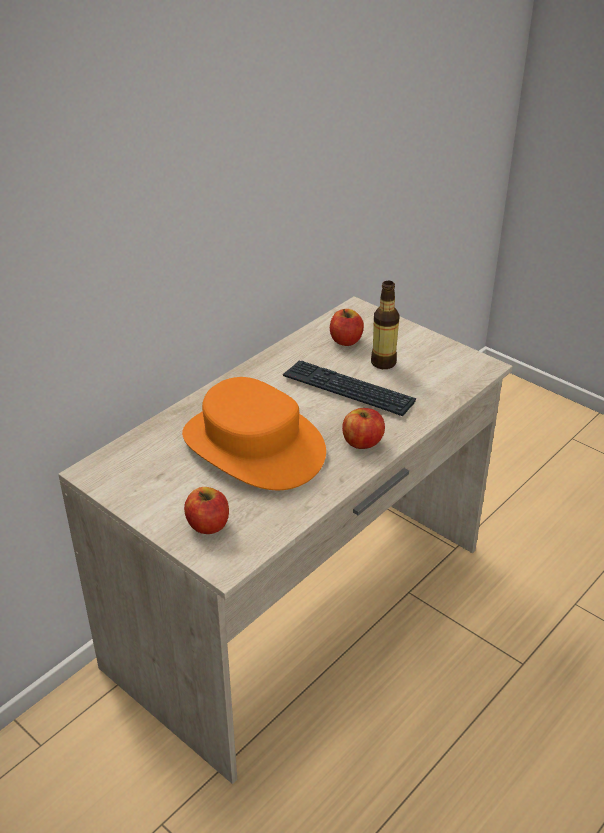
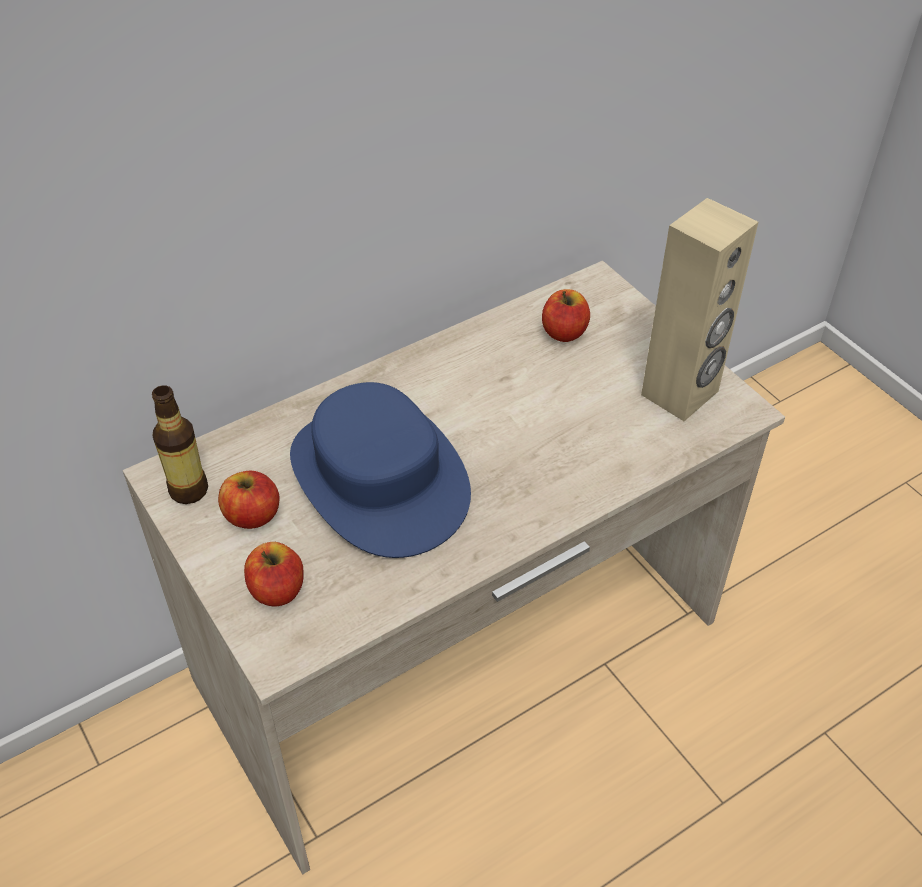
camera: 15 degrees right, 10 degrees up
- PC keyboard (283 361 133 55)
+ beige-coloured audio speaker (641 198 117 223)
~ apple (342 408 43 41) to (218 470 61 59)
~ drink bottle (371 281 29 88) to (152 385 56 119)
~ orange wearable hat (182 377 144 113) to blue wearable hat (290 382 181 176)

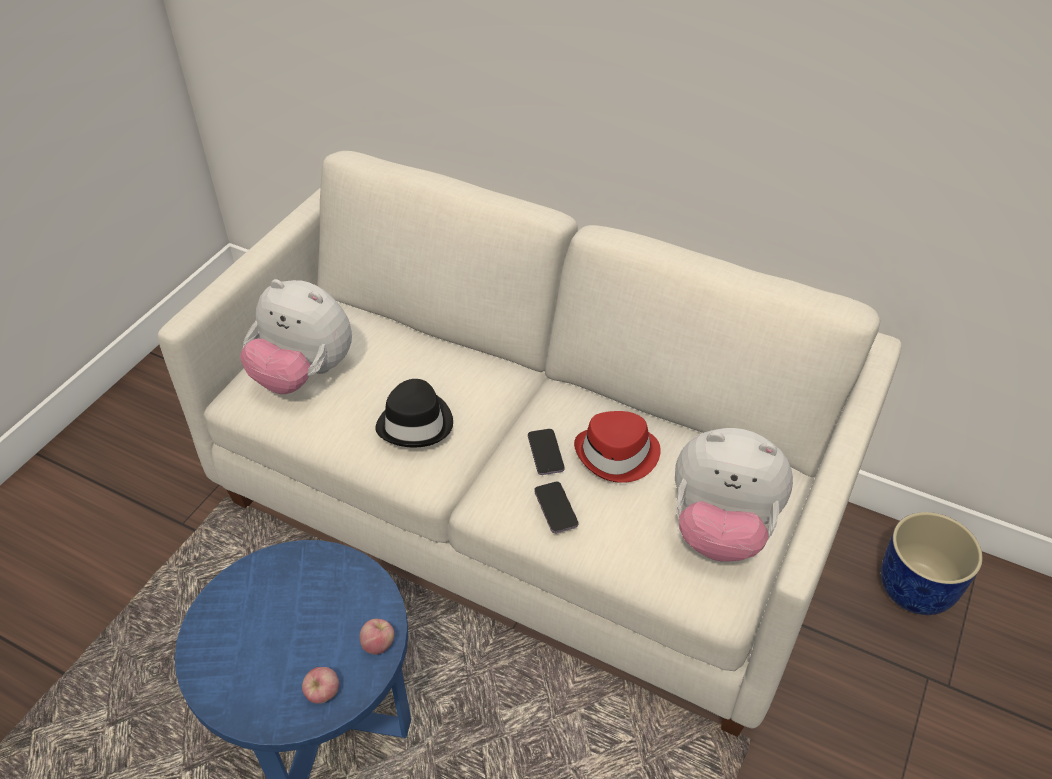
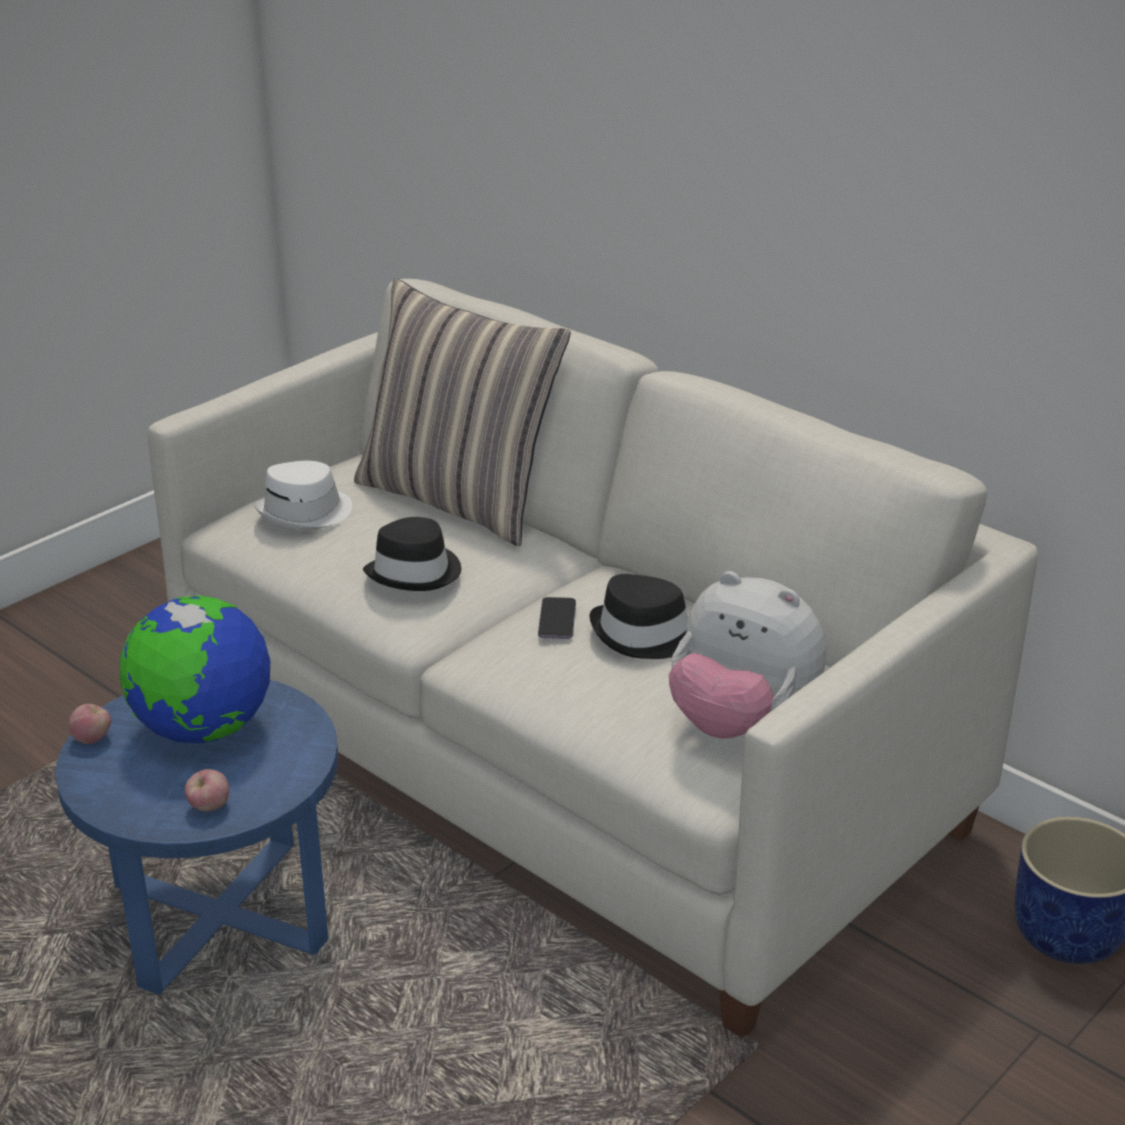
camera: 15 degrees right, 15 degrees down
- handset (534 482 44 51)
+ globe (119 595 151 148)
+ pillow (354 278 217 268)
~ apple (359 619 36 35) to (68 704 43 40)
~ plush toy (240 279 112 115) to white wearable hat (254 461 98 69)
~ reddish wearable hat (574 411 87 72) to blackish wearable hat (589 574 99 85)

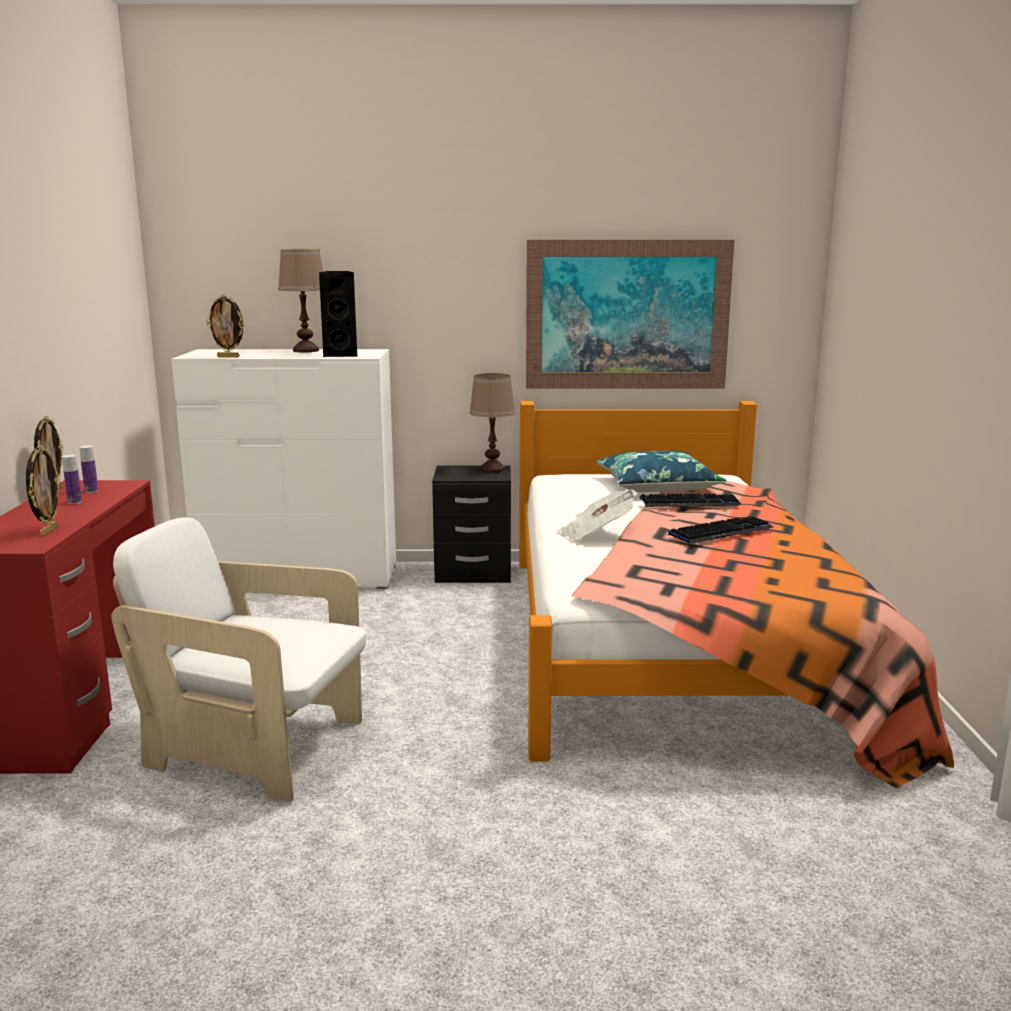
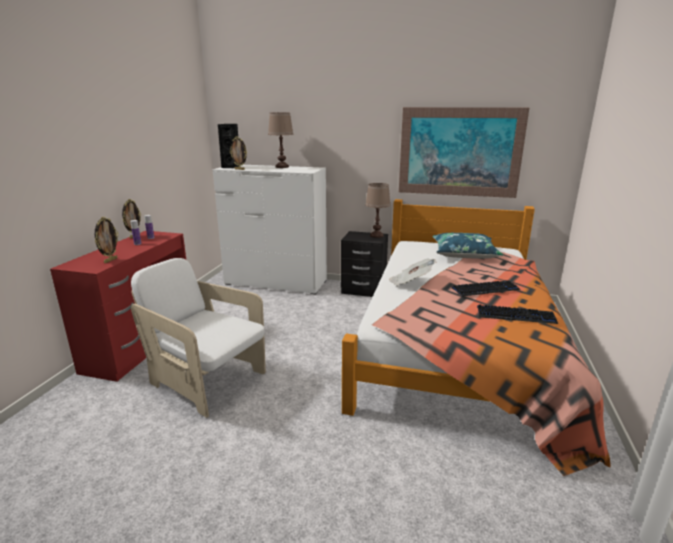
camera: 15 degrees right, 5 degrees up
~ blackish audio speaker (319 271 38 86) to (218 124 21 44)
~ PC keyboard (640 493 101 14) to (477 304 81 20)

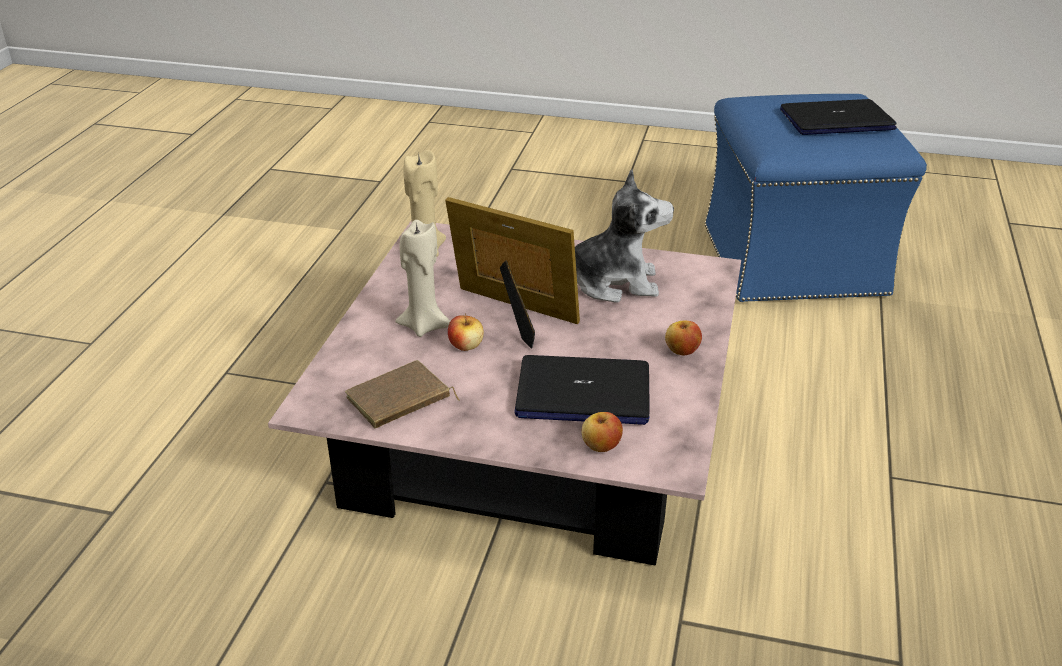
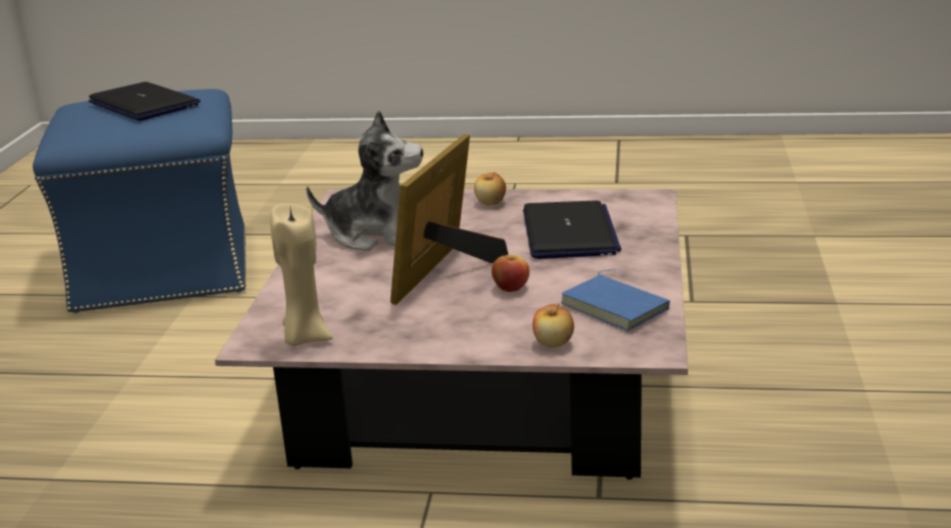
camera: 95 degrees left, 10 degrees down
- beige-coloured wax candle (395 220 55 117)
~ apple (582 412 41 40) to (533 304 41 44)
~ brownish book (345 360 115 68) to blue book (561 269 109 62)
~ plush toy (575 169 99 134) = (306 110 117 141) 105 degrees clockwise
~ portable computer (780 99 117 36) = (88 82 112 39) 150 degrees clockwise

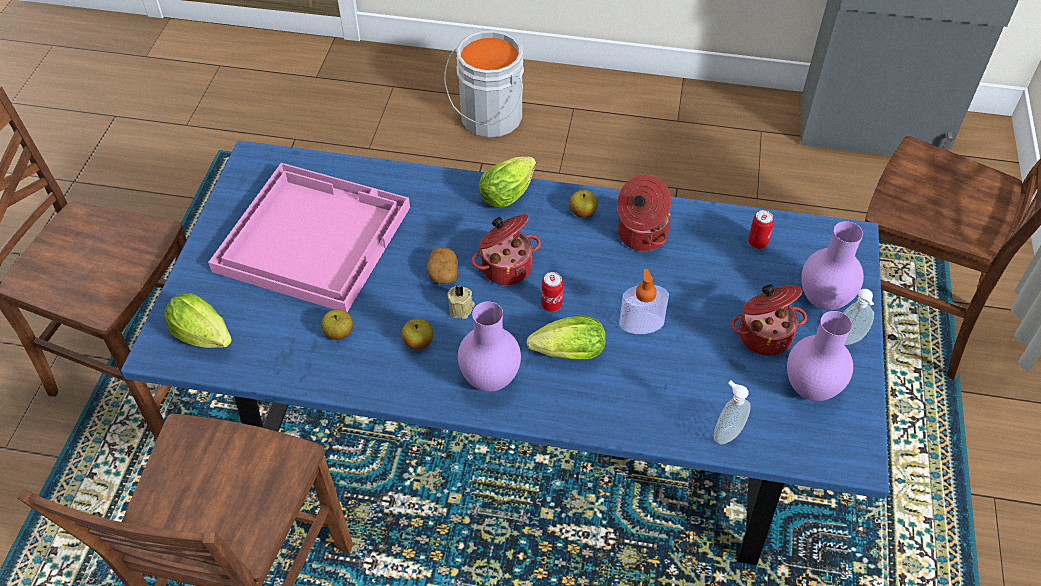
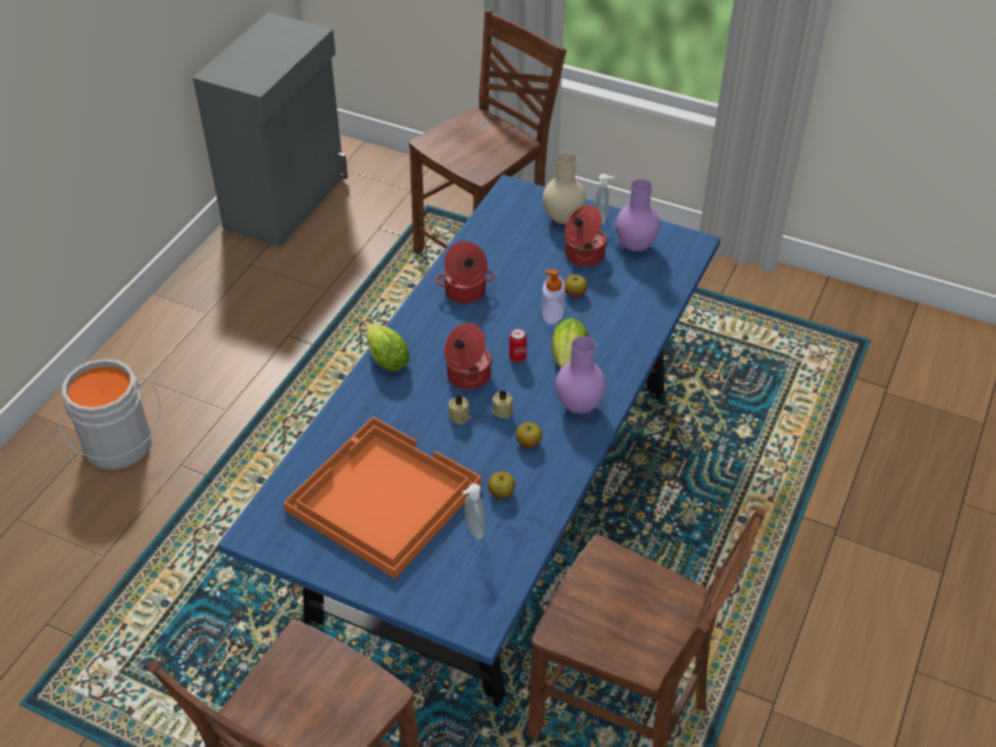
camera: 75 degrees left, 5 degrees down
- lettuce head (164 293 68 55)
- can (748 210 26 39)
~ apple (569 190 29 28) to (564 275 23 22)
~ liquid soap bottle (714 381 37 63) to (462 484 24 55)
~ spud (427 247 31 37) to beige-coloured wax candle (448 396 23 29)
~ pink-coloured tray (208 163 202 149) to orange tray (283 417 198 162)
~ purple decorative vase (801 221 63 89) to beige-coloured decorative vase (543 152 43 72)

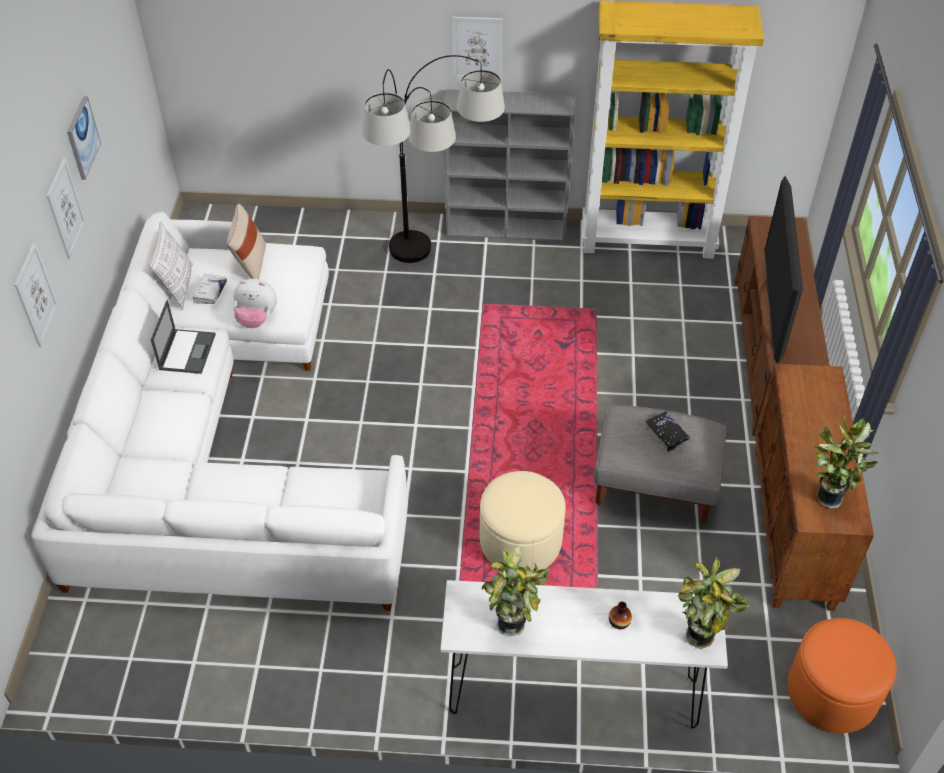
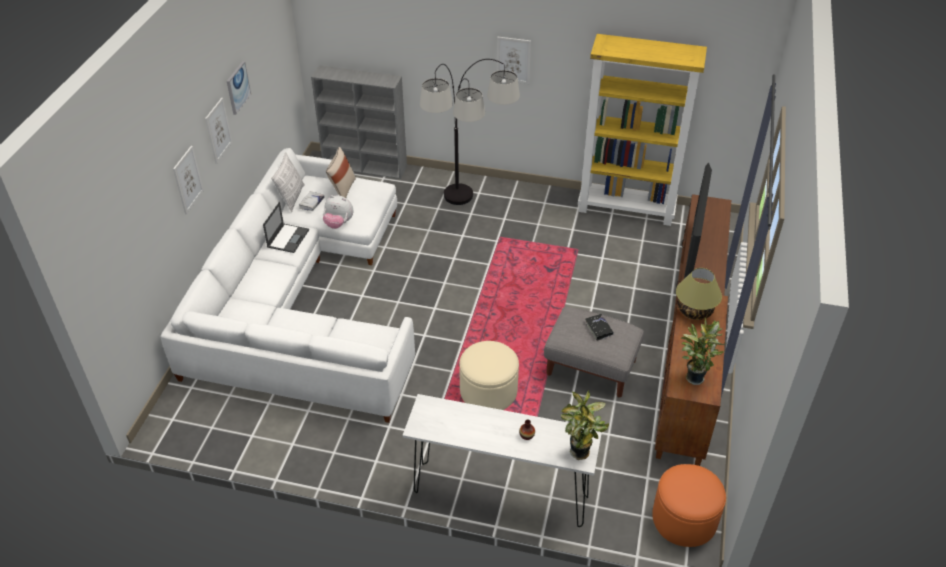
camera: 10 degrees right, 5 degrees down
- plant in a pot (481 545 68 91)
+ table lamp (676 268 46 52)
~ greyish shelving unit (444 89 131 152) to (311 65 96 114)

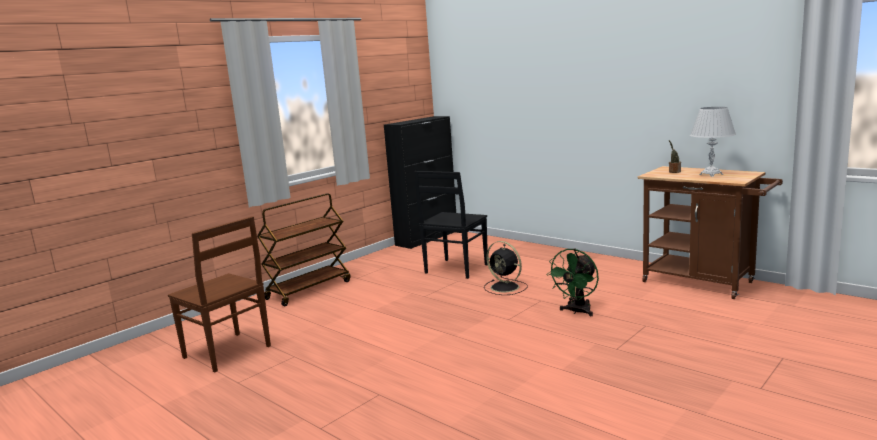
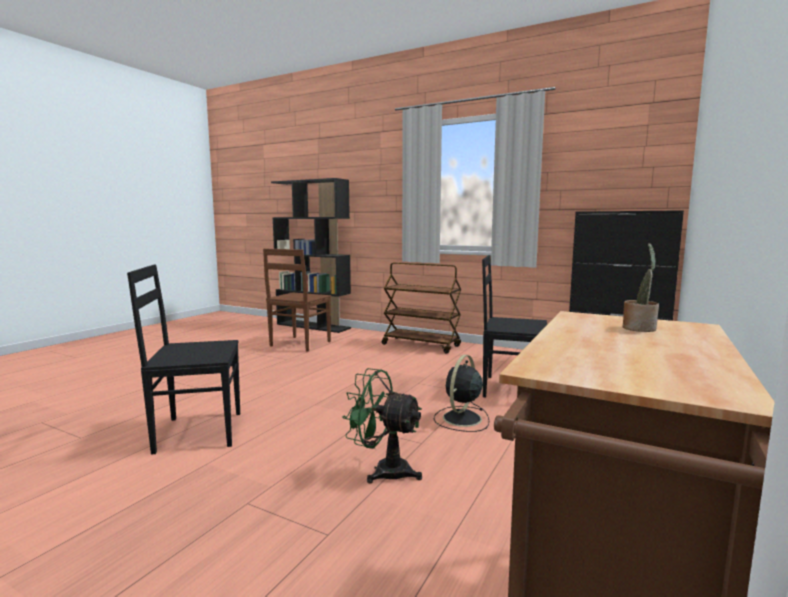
camera: 75 degrees right, 5 degrees down
- white table lamp (690 107 46 70)
+ blackish upright chair (127 264 113 191)
+ blackish shelving unit (271 178 80 155)

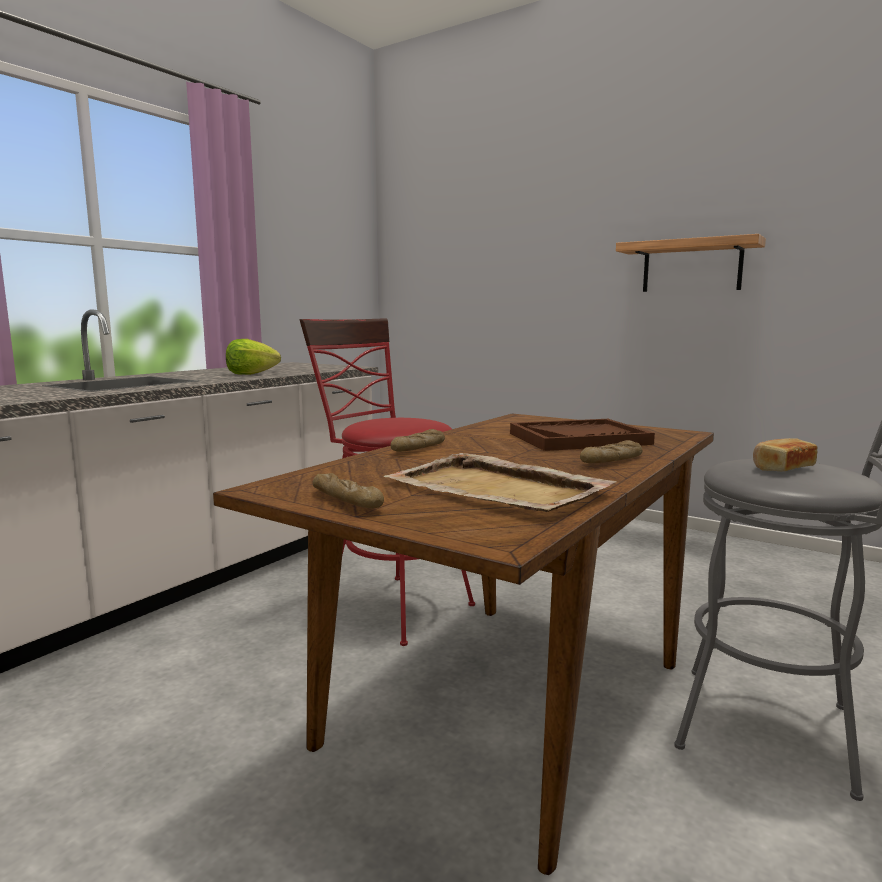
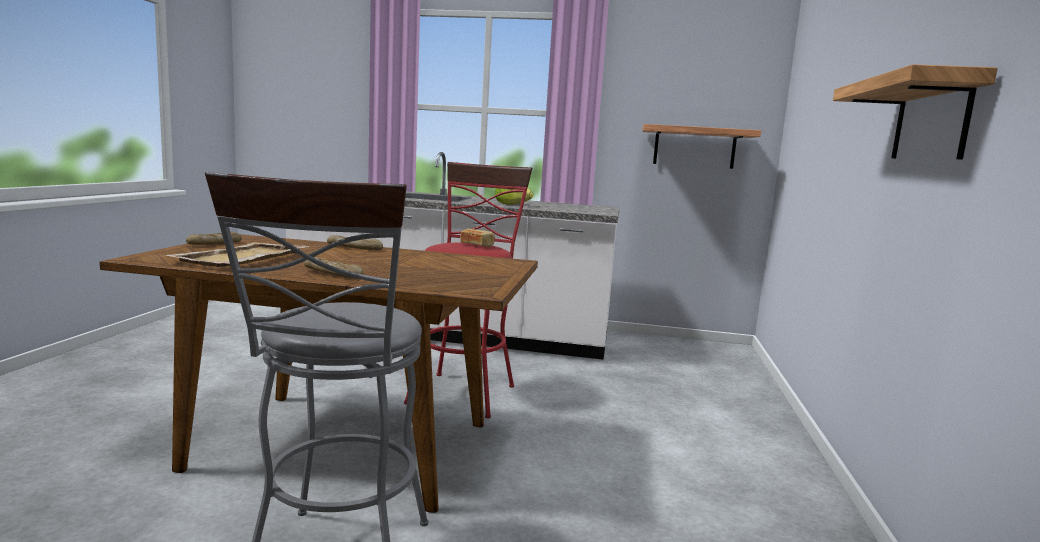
camera: 65 degrees right, 0 degrees up
- brownish tray (510 419 145 32)
+ shelf (642 124 119 45)
~ baked bread (753 438 64 33) to (460 229 35 18)

